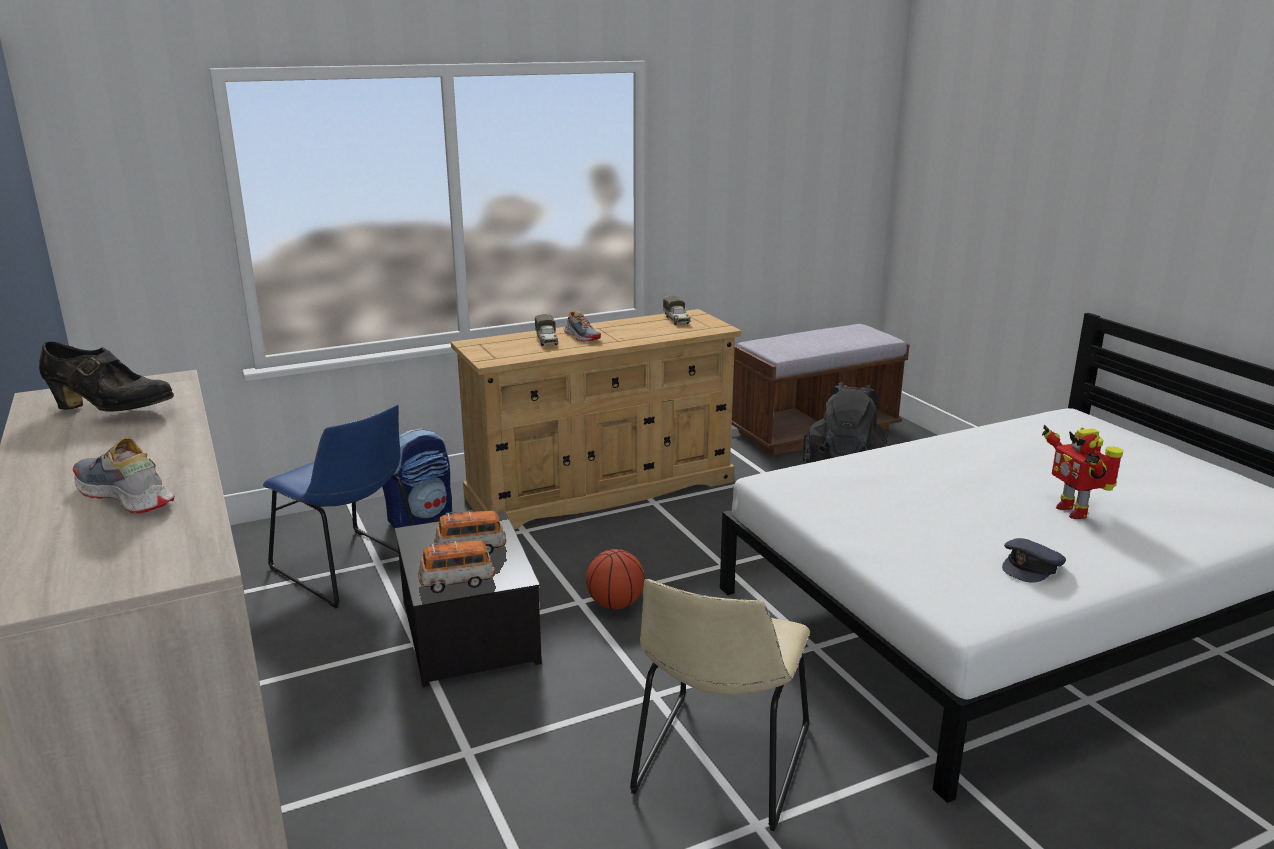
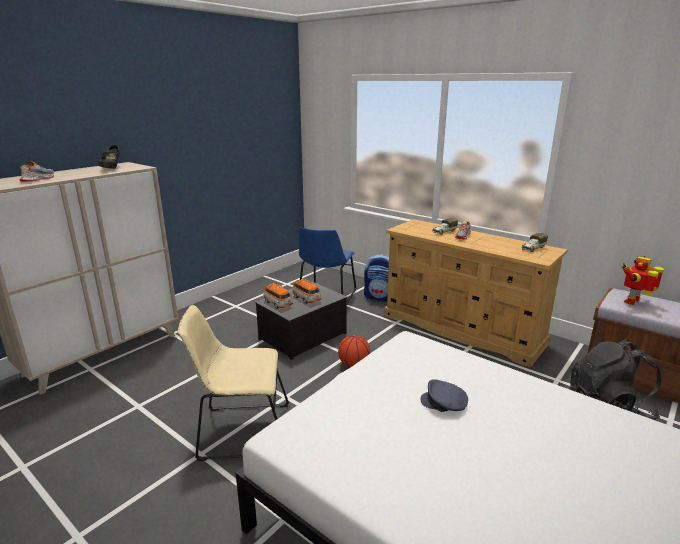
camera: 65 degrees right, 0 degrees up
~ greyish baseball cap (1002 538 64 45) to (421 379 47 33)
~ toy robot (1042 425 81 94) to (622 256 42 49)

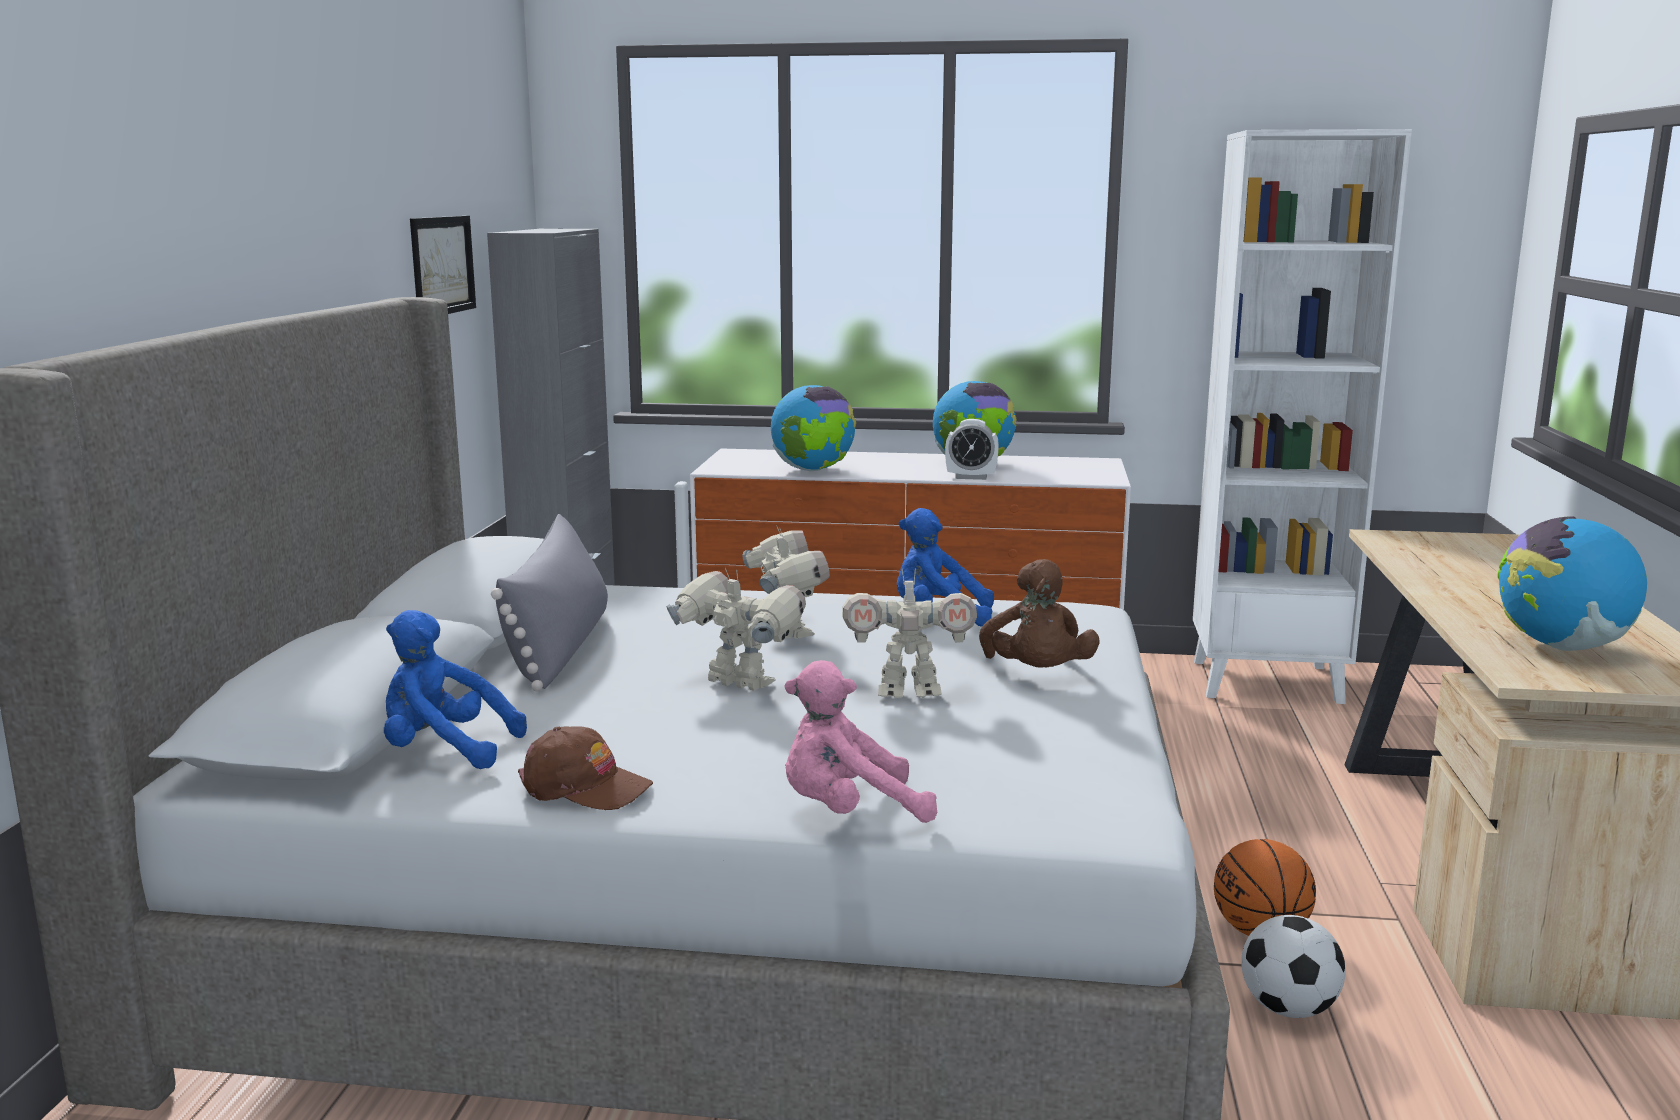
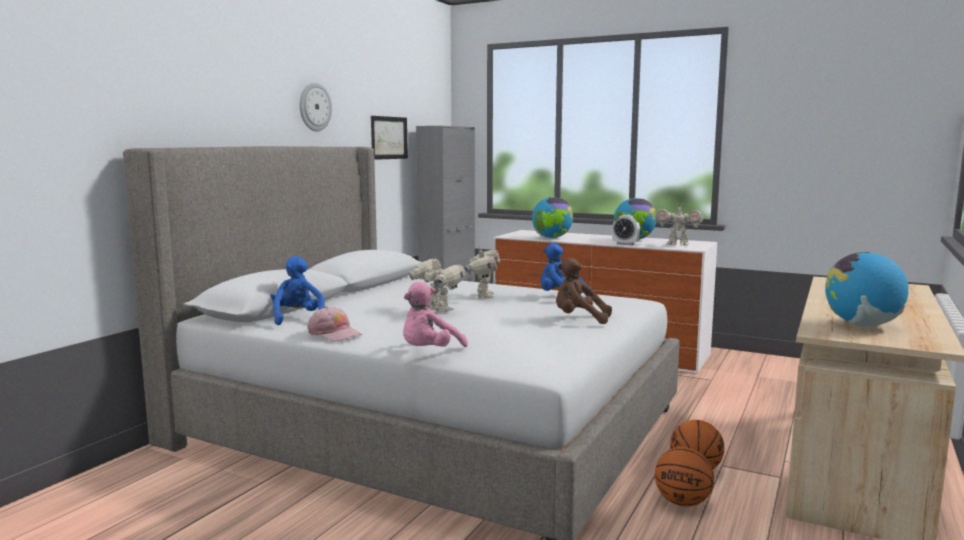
camera: 20 degrees right, 5 degrees down
- greyish pillow (491 514 117 177)
- white shelving unit (1193 129 219 575)
+ hanging clock (300 83 32 48)
~ toy robot (842 568 135 130) to (656 206 47 40)
~ ball for football (1241 915 105 103) to basketball (655 447 59 60)
~ brownish baseball cap (518 726 135 84) to pink-coloured baseball cap (307 306 55 35)
~ blue plush toy (384 610 143 159) = (270 256 55 69) 45 degrees clockwise
~ pink-coloured plush toy (785 660 152 163) = (403 282 65 65) 60 degrees counterclockwise
~ brownish plush toy (979 559 120 109) = (556 257 56 67) 90 degrees clockwise

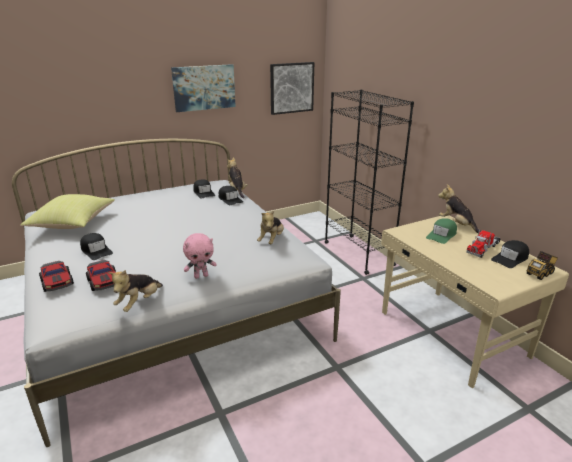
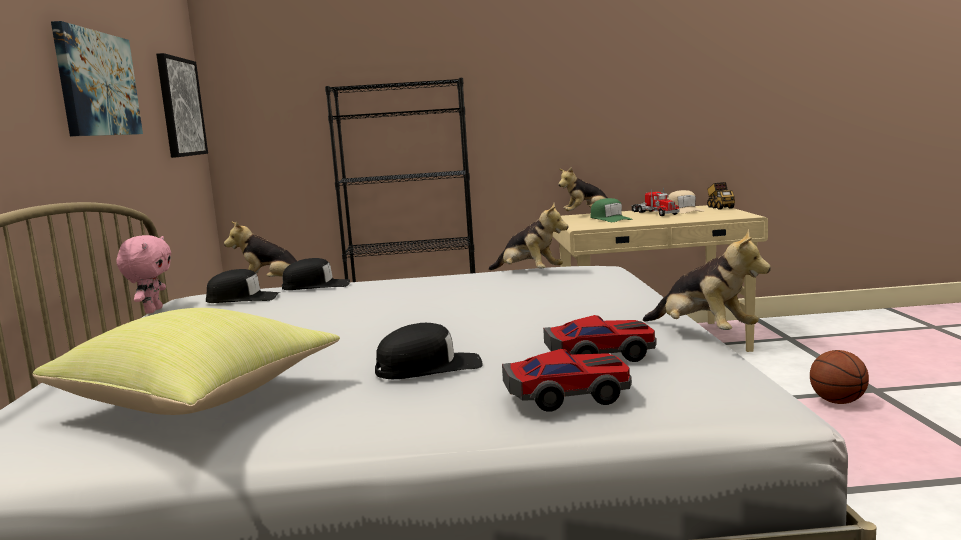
camera: 65 degrees left, 15 degrees down
+ basketball (810 350 59 54)
~ pink-coloured plush toy (183 233 34 46) to (117 235 54 79)
~ blackish baseball cap (491 240 38 28) to beige-coloured baseball cap (667 190 37 23)

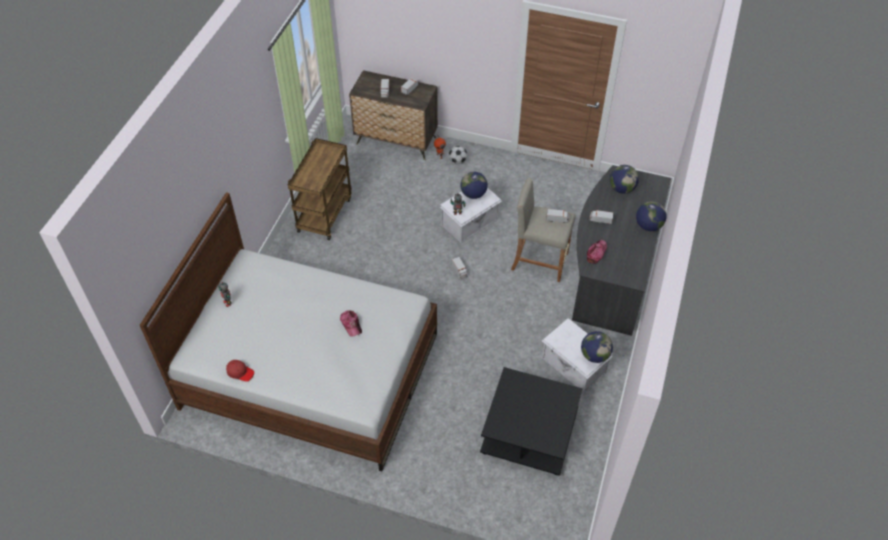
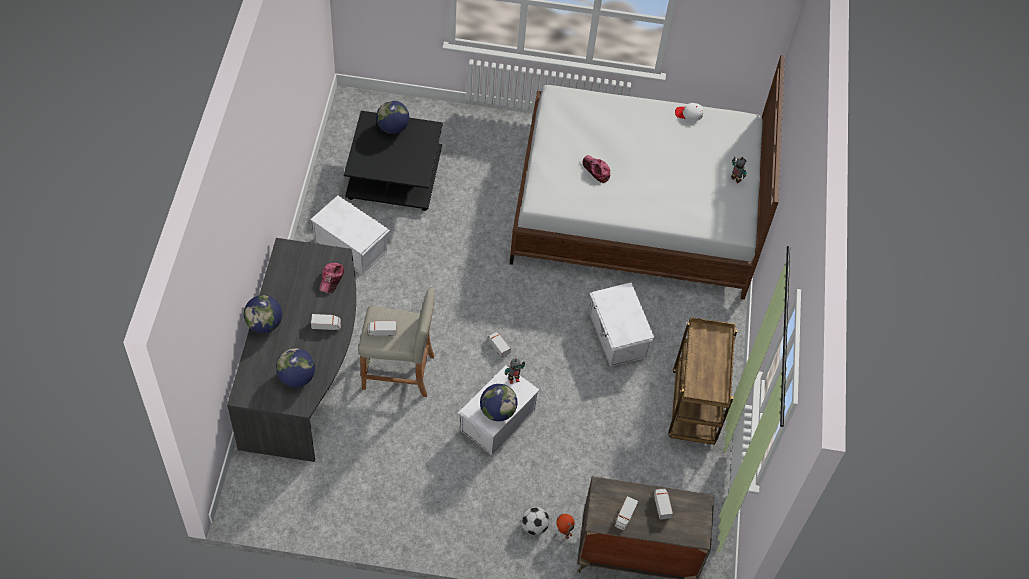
camera: 165 degrees right, 5 degrees up
+ white storage box (589 282 65 85)
~ globe (581 331 32 32) to (376 101 33 33)
~ reddish baseball cap (226 360 28 22) to white baseball cap (675 103 29 18)

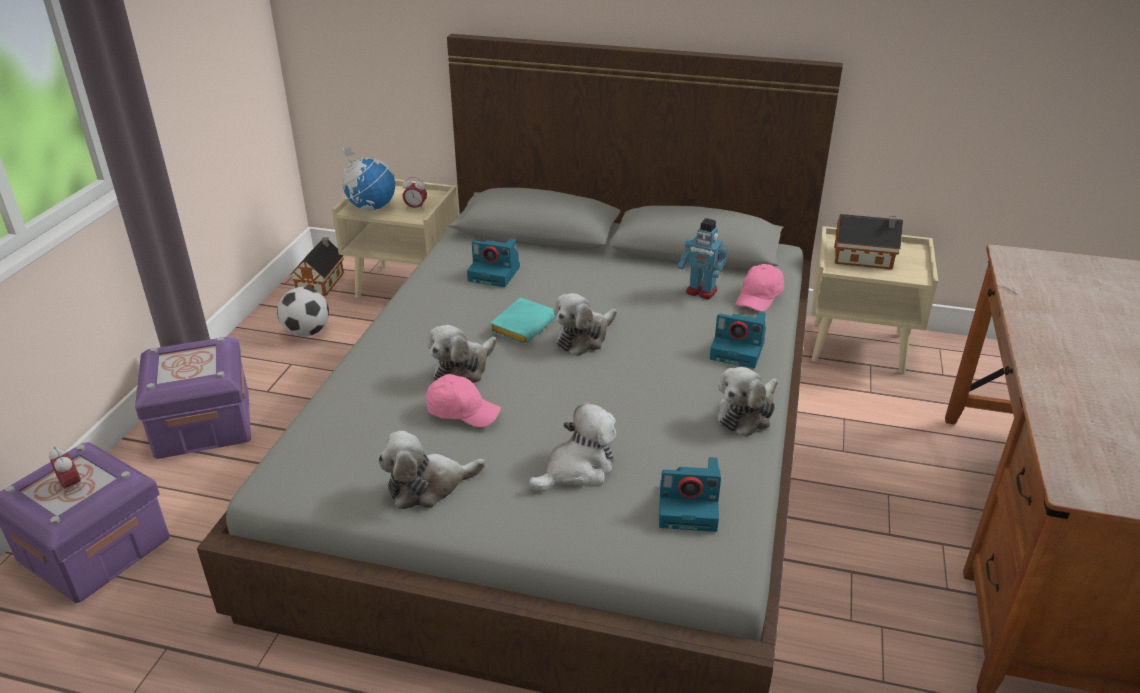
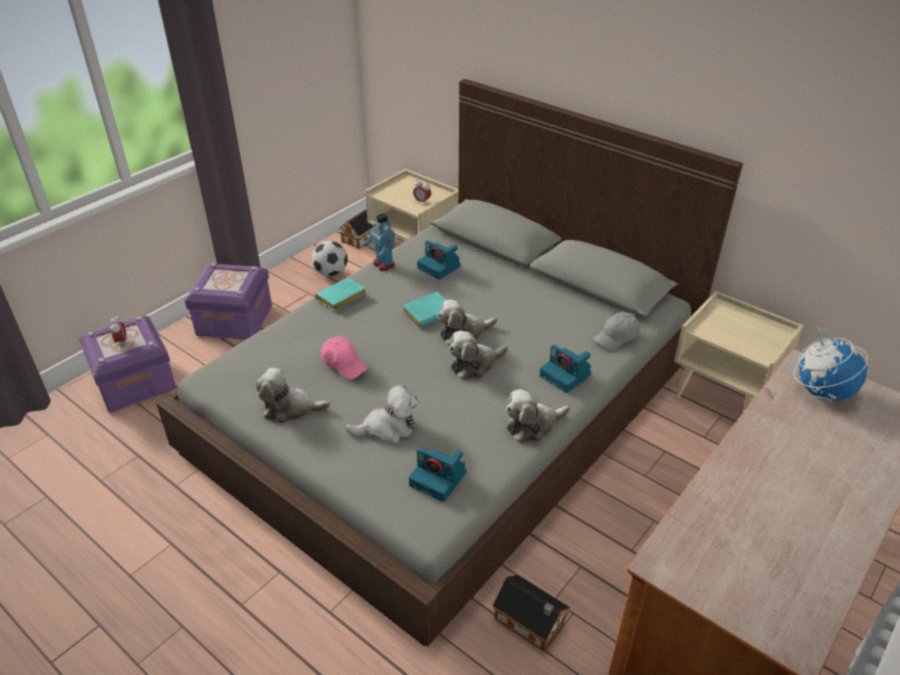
camera: 25 degrees right, 5 degrees up
+ turquoise book (315 278 52 33)
~ globe (340 147 55 64) to (794 327 74 75)
~ plush toy (427 325 70 58) to (449 330 59 49)
~ toy robot (678 218 50 81) to (364 213 31 58)
~ miniature house (834 214 69 56) to (493 575 77 77)
~ pink-coloured baseball cap (736 264 48 48) to greyish baseball cap (593 312 47 38)

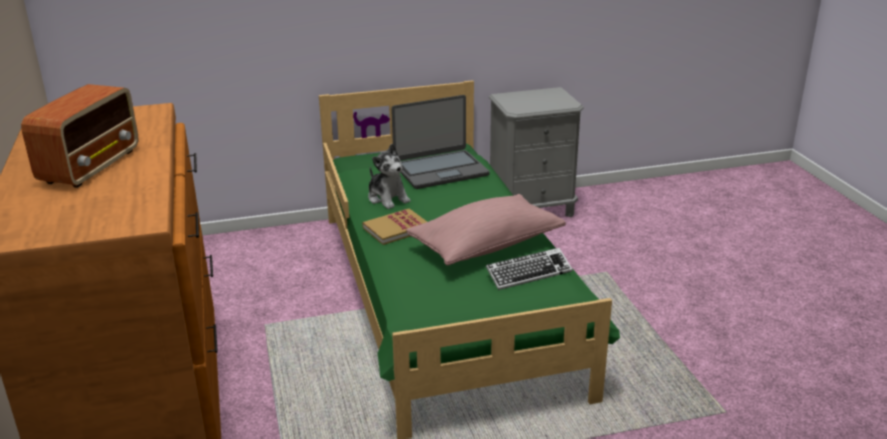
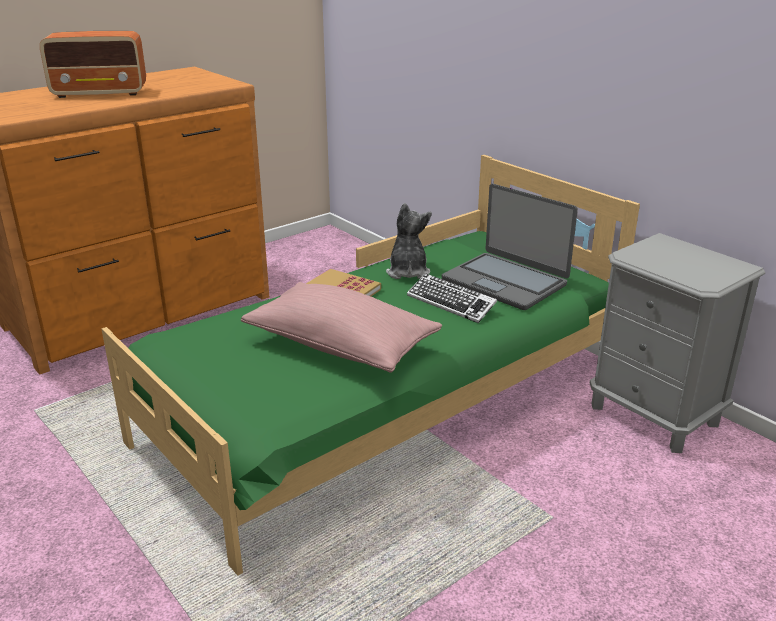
camera: 65 degrees right, 0 degrees up
~ PC keyboard (486 248 87 42) to (407 273 90 50)
~ plush toy (368 144 43 65) = (386 203 46 76) 150 degrees clockwise

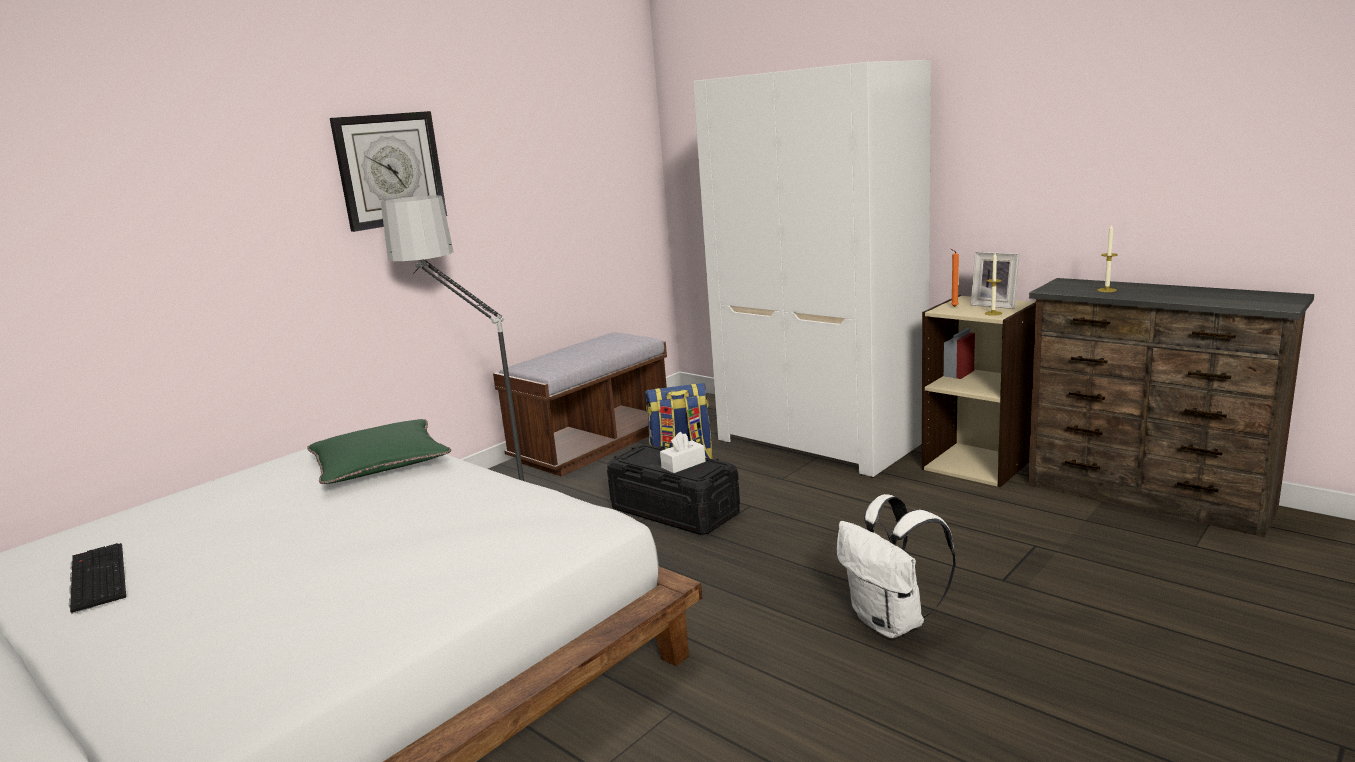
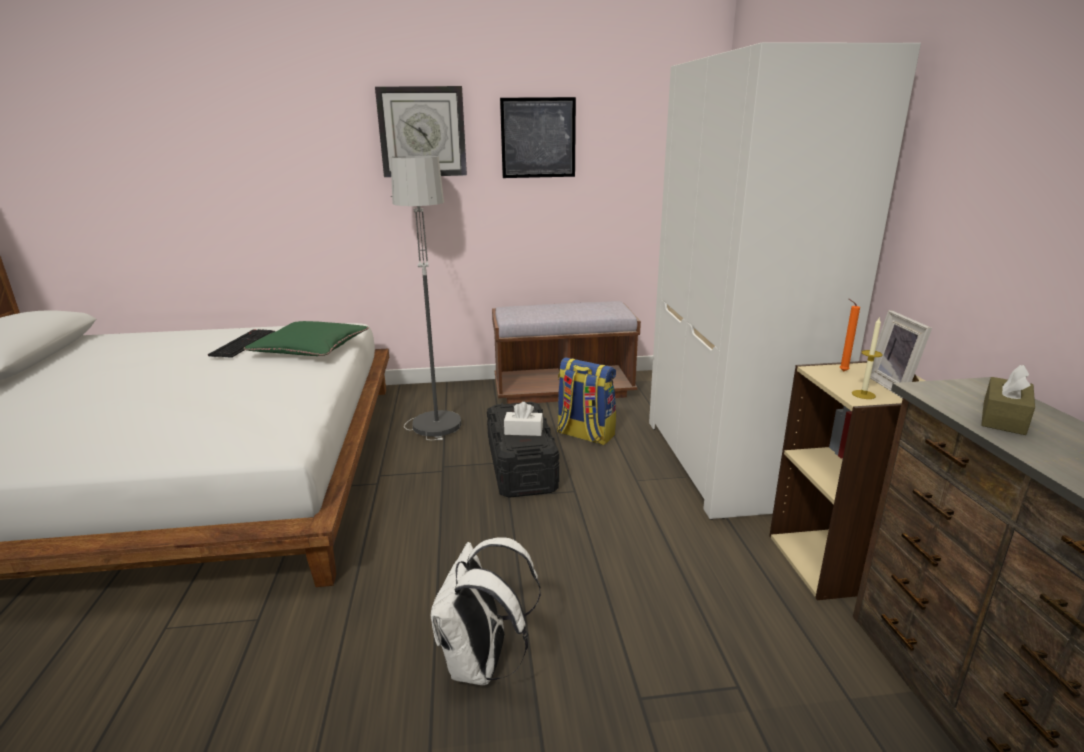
camera: 40 degrees right, 5 degrees up
+ picture (500 97 76 81)
~ PC keyboard (69 543 57 71) to (208 329 67 29)
~ wax candle (1097 224 21 68) to brownish tissue box (981 365 54 70)

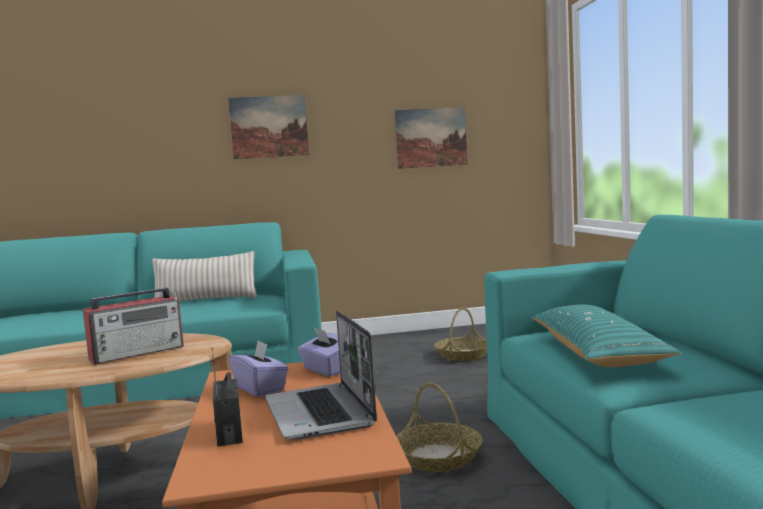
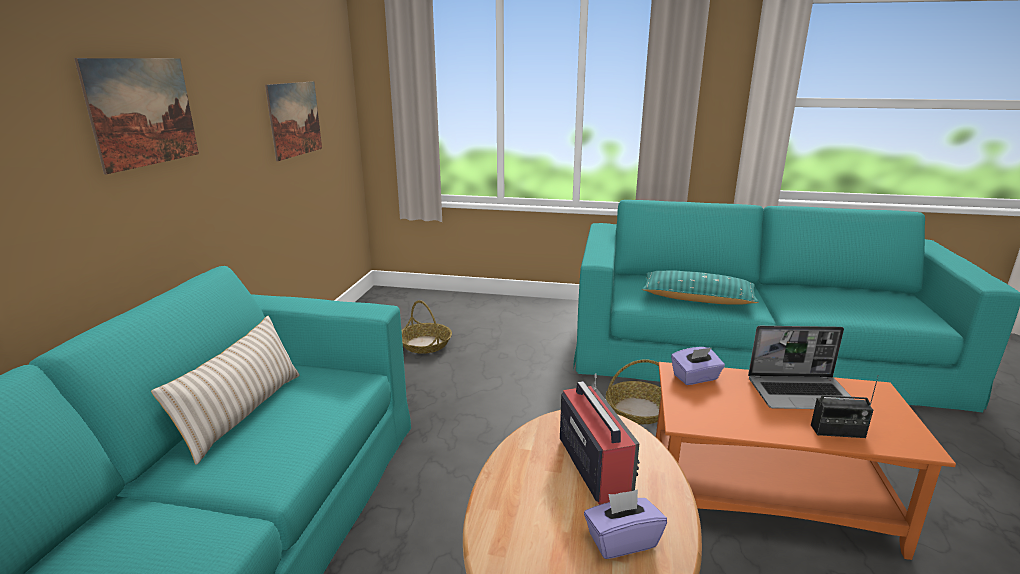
camera: 70 degrees left, 15 degrees up
~ purple tissue box (229 340 59 57) to (584 490 83 69)

